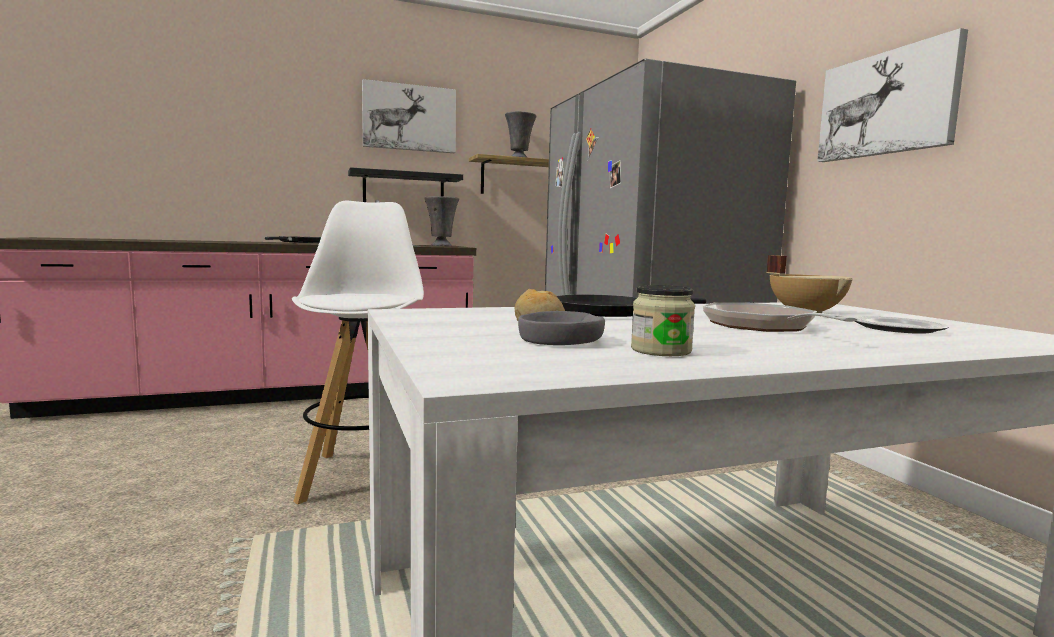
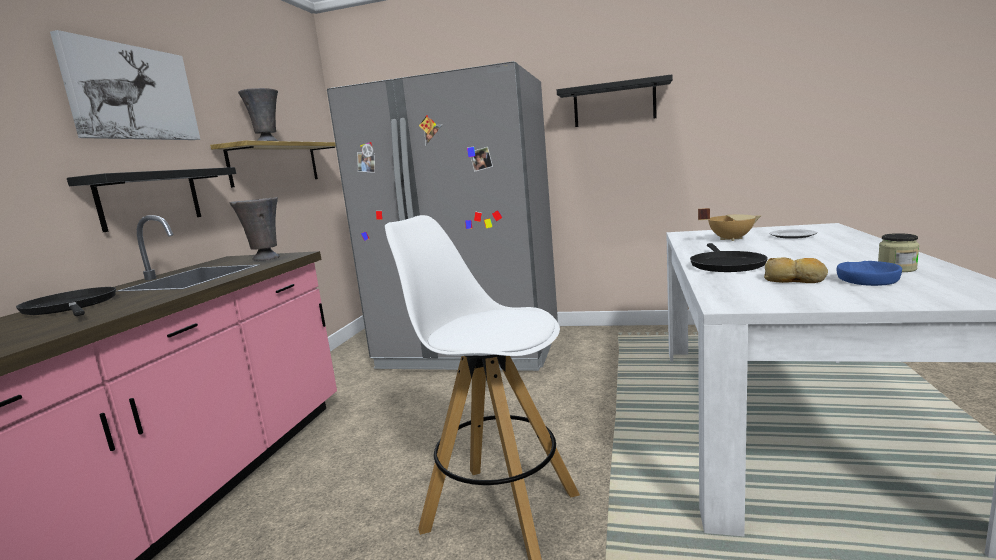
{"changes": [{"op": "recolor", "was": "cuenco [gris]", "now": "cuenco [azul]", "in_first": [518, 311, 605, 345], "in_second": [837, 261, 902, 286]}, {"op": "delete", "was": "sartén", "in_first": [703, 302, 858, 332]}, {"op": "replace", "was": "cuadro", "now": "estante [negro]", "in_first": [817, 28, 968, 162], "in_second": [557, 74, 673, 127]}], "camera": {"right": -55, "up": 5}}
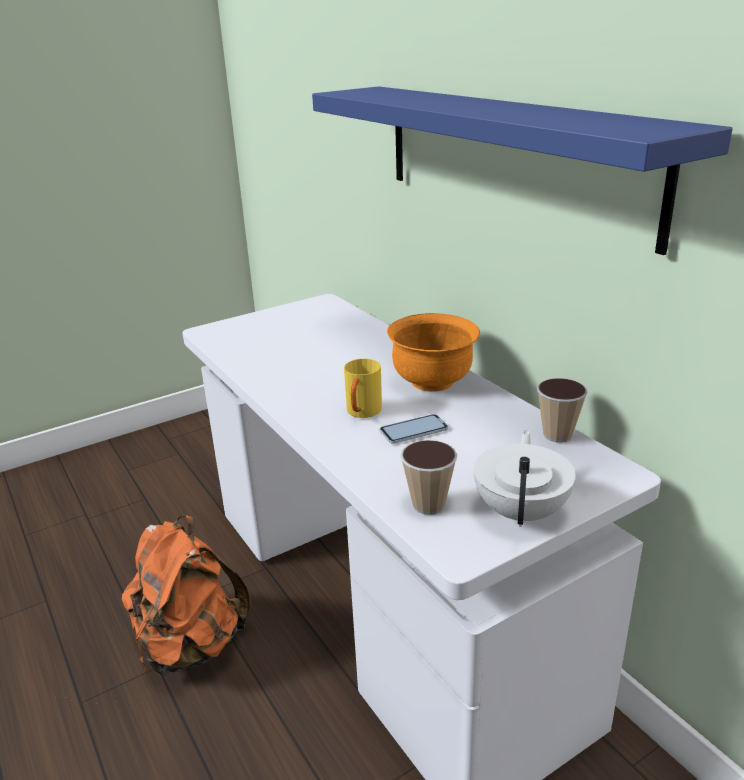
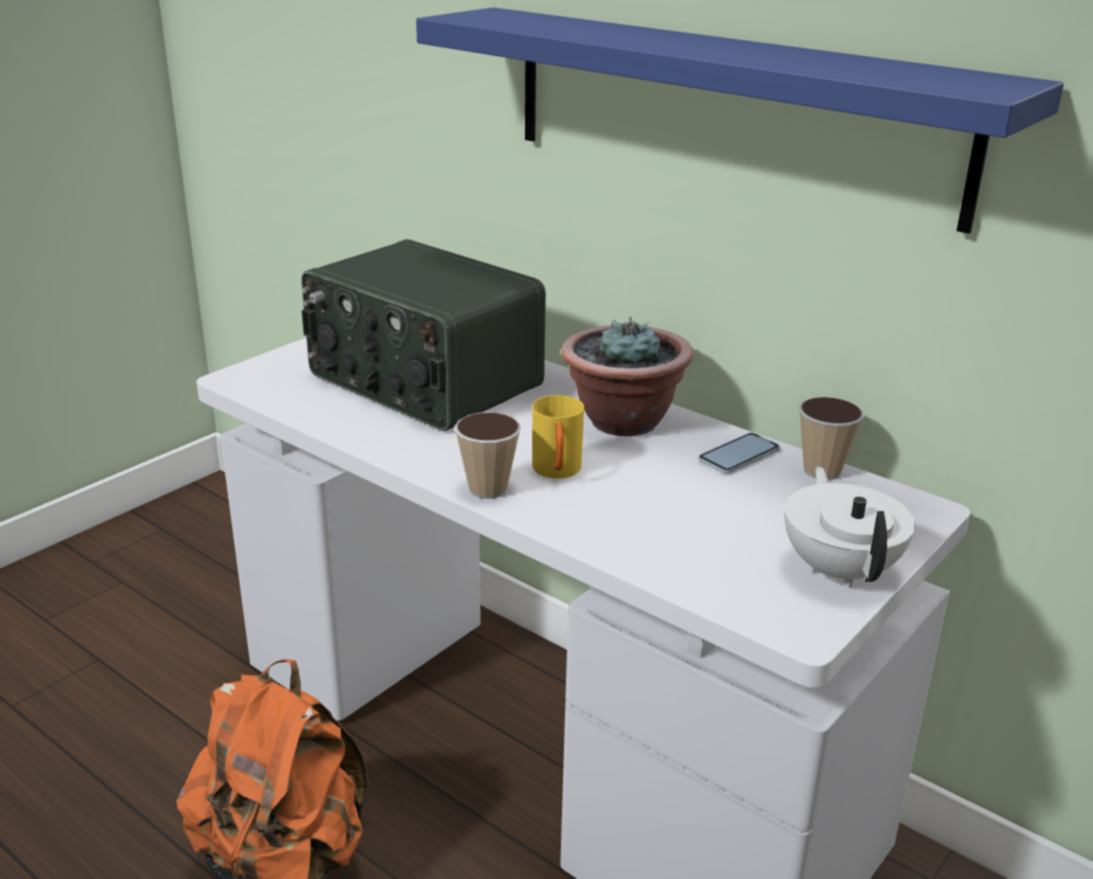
{"changes": [{"op": "move", "was": "móvil", "in_first": [380, 414, 448, 444], "in_second": [698, 433, 780, 474]}, {"op": "replace", "was": "cuenco [naranja]", "now": "planta en maceta", "in_first": [387, 313, 480, 392], "in_second": [561, 317, 693, 436]}, {"op": "move", "was": "taza", "in_first": [400, 440, 458, 515], "in_second": [455, 412, 521, 499]}, {"op": "insert", "now": "radio", "in_second": [301, 239, 546, 431]}], "camera": {"right": -20, "up": 0}}
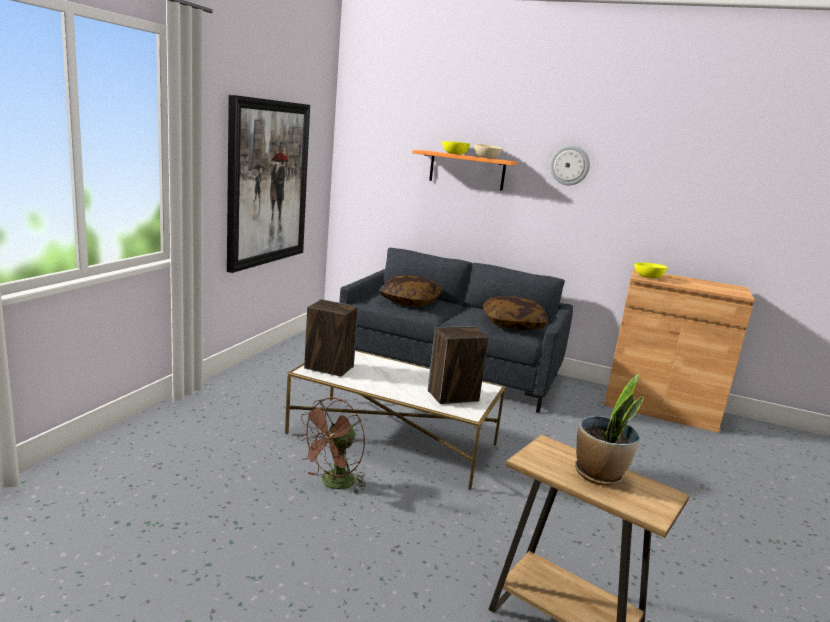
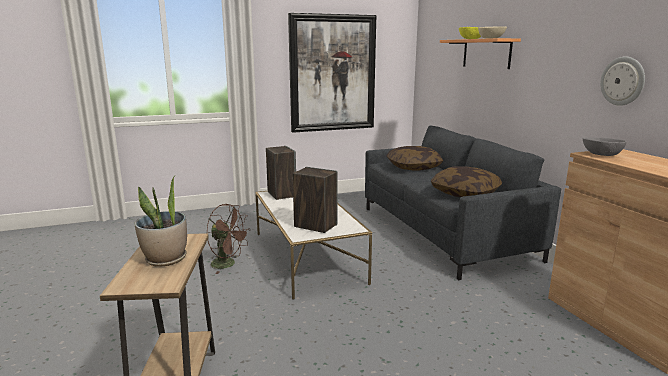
{"changes": [{"op": "rotate", "was": "ventilador [marrón]", "in_first": [297, 397, 366, 494], "in_second": [207, 204, 251, 274], "clockwise": -150}, {"op": "move", "was": "reloj de pared", "in_first": [550, 145, 590, 185], "in_second": [600, 56, 645, 106]}, {"op": "recolor", "was": "cuenco [amarillo]", "now": "cuenco [gris]", "in_first": [634, 262, 668, 278], "in_second": [583, 137, 627, 156]}], "camera": {"right": 50, "up": 0}}
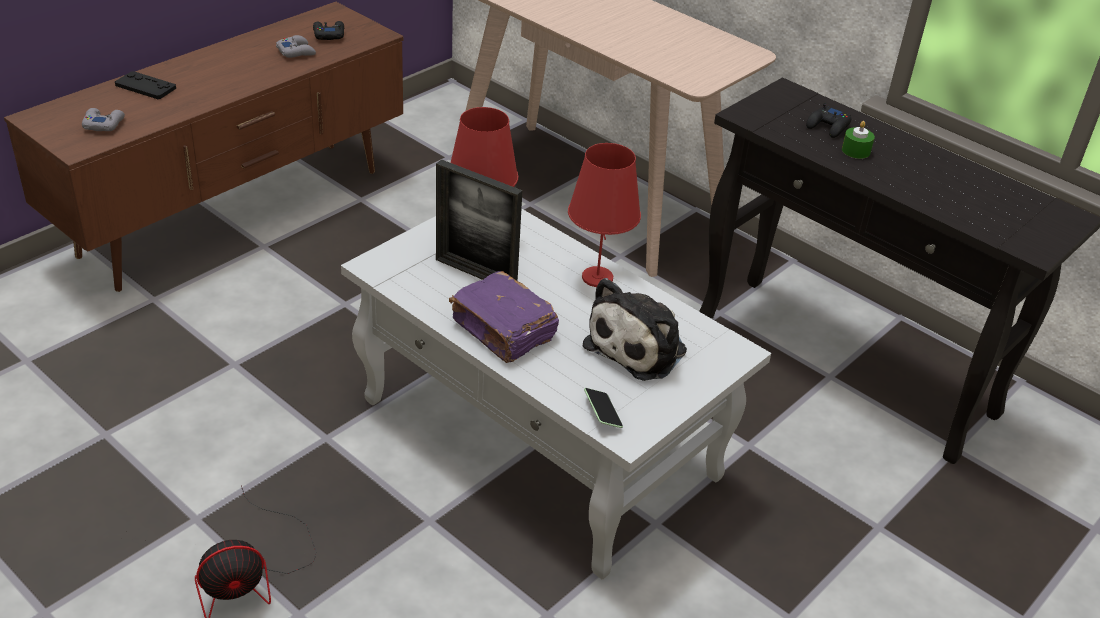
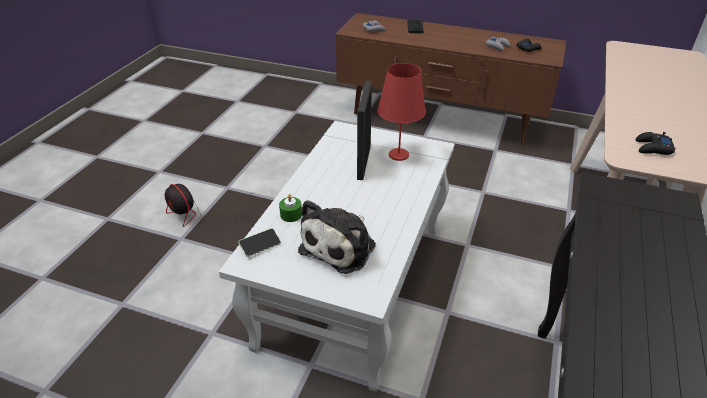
{"changes": [{"op": "delete", "was": "libro [morado]", "in_first": [449, 271, 559, 363]}, {"op": "delete", "was": "lámpara de mesa [rojo]", "in_first": [568, 143, 641, 287]}, {"op": "rotate", "was": "peluche", "in_first": [583, 278, 687, 381], "in_second": [298, 200, 376, 274], "clockwise": -75}, {"op": "move", "was": "mando de consola [negro]", "in_first": [806, 103, 851, 138], "in_second": [636, 132, 676, 155]}, {"op": "move", "was": "vela [verde]", "in_first": [842, 121, 875, 159], "in_second": [279, 194, 302, 222]}], "camera": {"right": 70, "up": 0}}
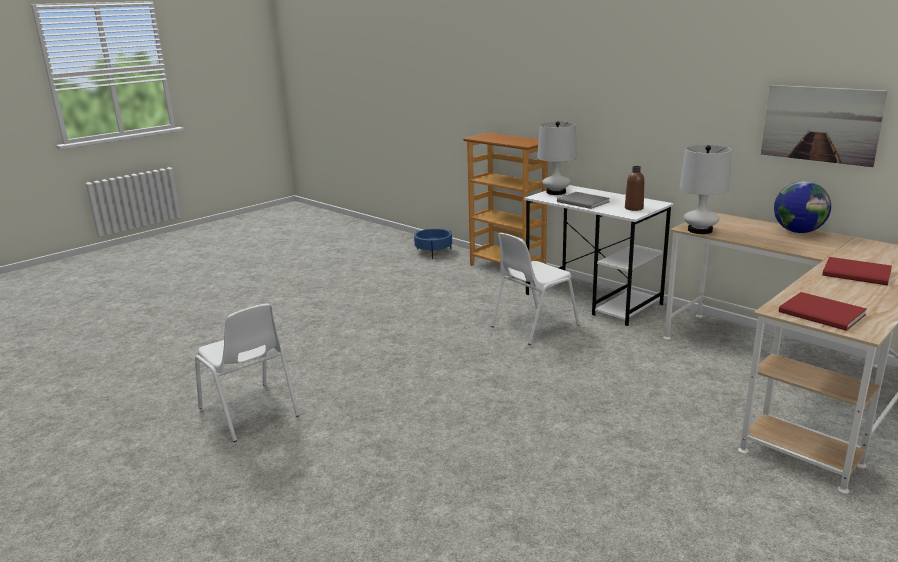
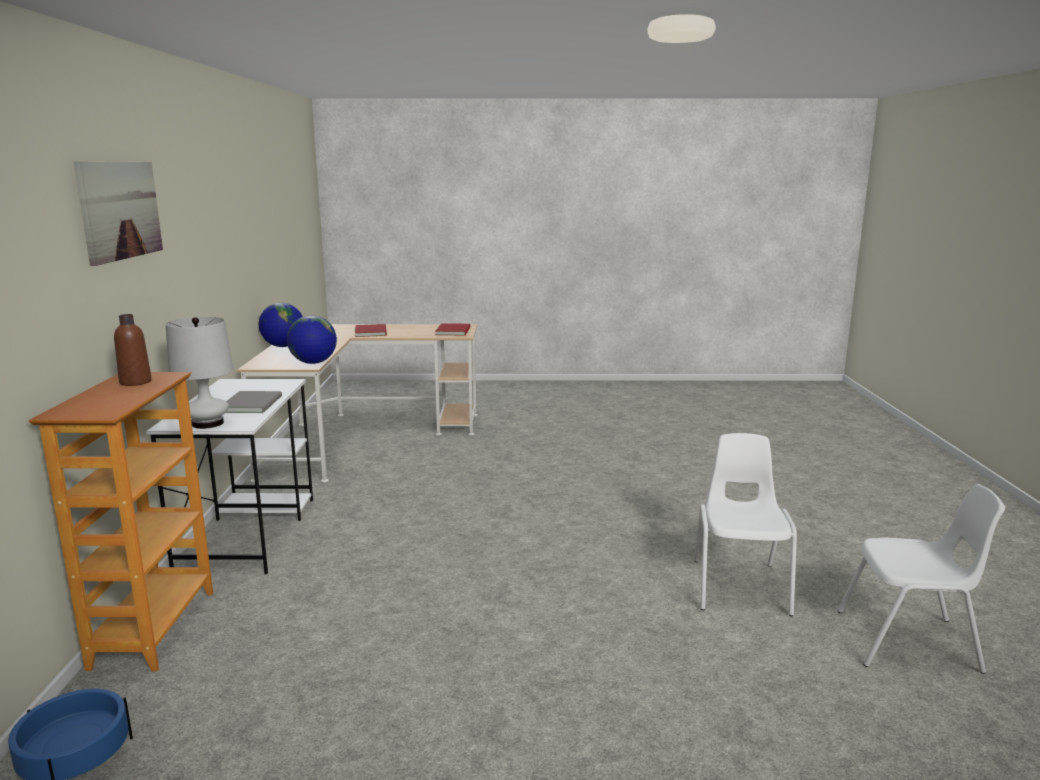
{"changes": [{"op": "move", "was": "silla [blanco]", "in_first": [491, 233, 580, 345], "in_second": [837, 484, 1005, 674]}, {"op": "move", "was": "botella [marrón]", "in_first": [625, 166, 644, 211], "in_second": [114, 314, 152, 386]}, {"op": "replace", "was": "lámpara de mesa [blanco]", "now": "globo terráqueo", "in_first": [679, 145, 731, 234], "in_second": [287, 315, 337, 364]}, {"op": "move", "was": "cuadro", "in_first": [761, 85, 888, 167], "in_second": [74, 161, 163, 266]}], "camera": {"right": -135, "up": -5}}
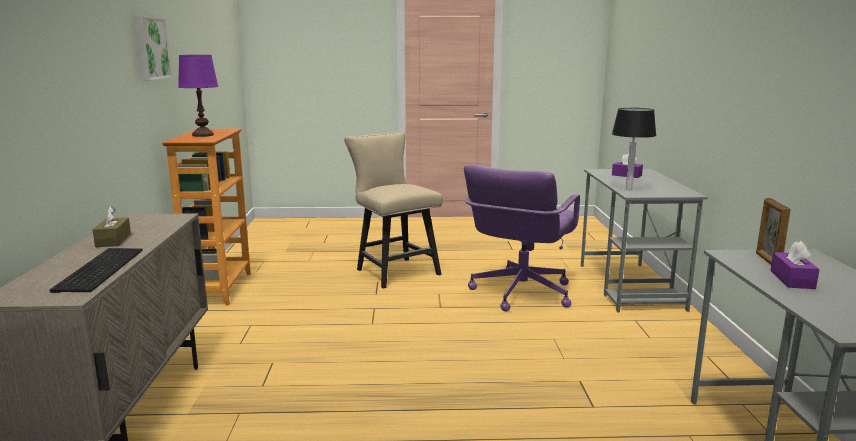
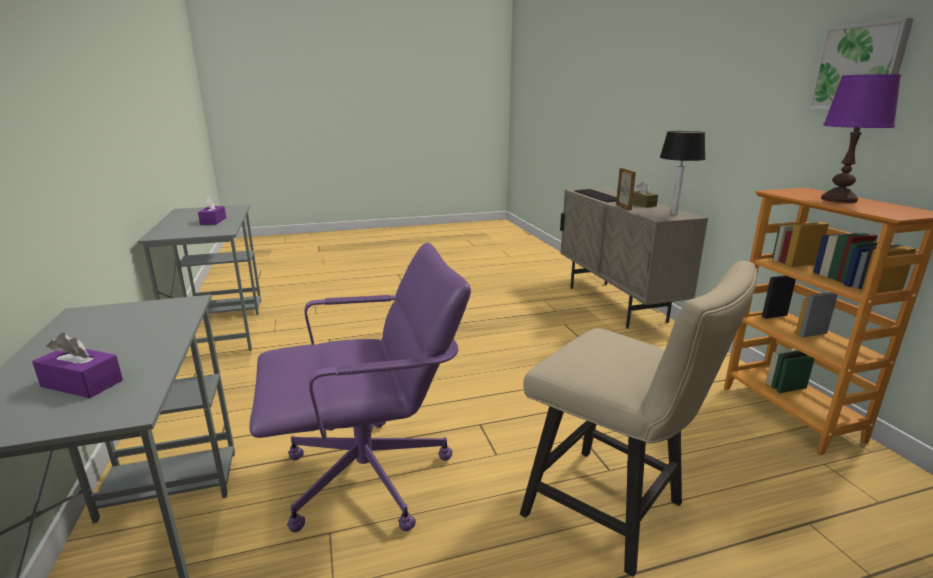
{"changes": [{"op": "rotate", "was": "silla de oficina [morado]", "in_first": [464, 165, 580, 311], "in_second": [249, 242, 471, 532], "clockwise": 60}, {"op": "move", "was": "lámpara de mesa", "in_first": [612, 108, 656, 190], "in_second": [660, 131, 706, 215]}, {"op": "move", "was": "portarretratos", "in_first": [756, 198, 790, 264], "in_second": [616, 168, 636, 210]}], "camera": {"right": 165, "up": 5}}
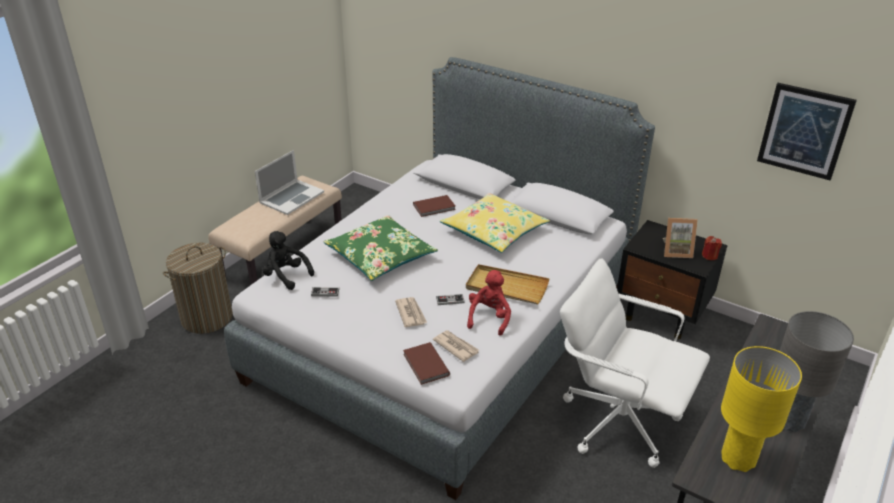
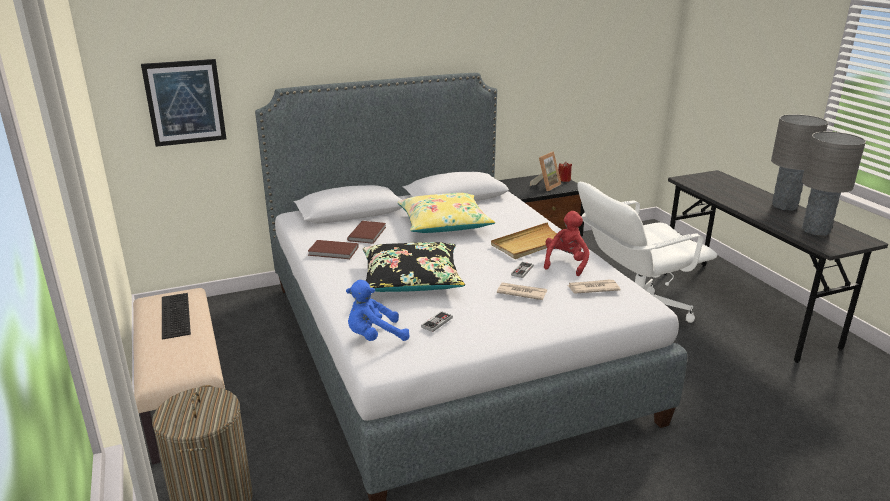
{"changes": [{"op": "replace", "was": "portátil", "now": "teclado", "in_first": [255, 150, 324, 215], "in_second": [162, 293, 191, 340]}, {"op": "recolor", "was": "peluche [negro]", "now": "peluche [azul]", "in_first": [262, 231, 314, 290], "in_second": [346, 280, 410, 341]}, {"op": "recolor", "was": "cojín [verde]", "now": "cojín [negro]", "in_first": [323, 215, 438, 281], "in_second": [363, 242, 465, 292]}, {"op": "move", "was": "libro [marrón]", "in_first": [403, 342, 450, 385], "in_second": [308, 240, 359, 259]}, {"op": "rotate", "was": "peluche [rojo]", "in_first": [467, 270, 511, 336], "in_second": [544, 211, 590, 276], "clockwise": 60}, {"op": "recolor", "was": "lámpara de mesa [amarillo]", "now": "lámpara de mesa [gris]", "in_first": [721, 346, 802, 472], "in_second": [802, 131, 866, 236]}, {"op": "move", "was": "cuadro", "in_first": [757, 83, 857, 180], "in_second": [141, 59, 226, 147]}], "camera": {"right": -55, "up": -10}}
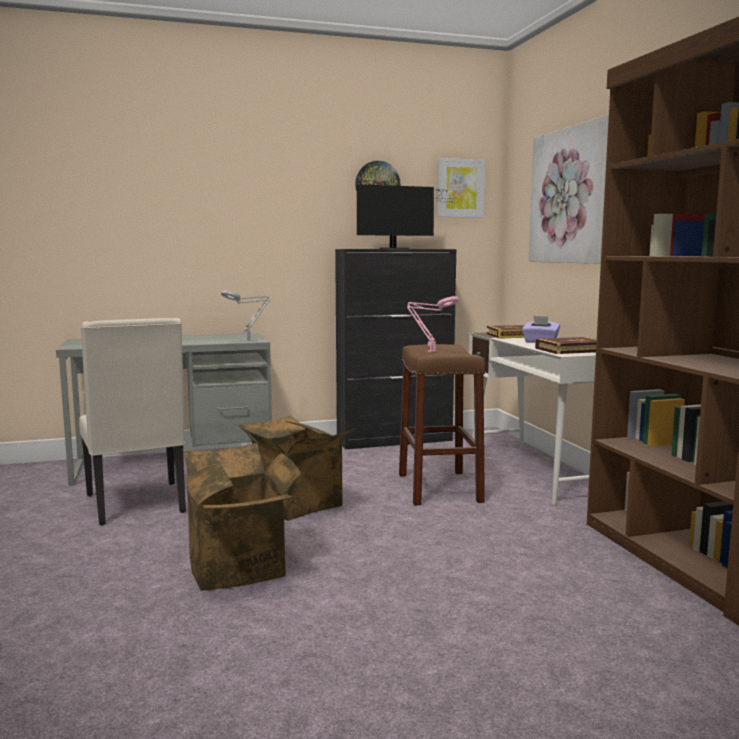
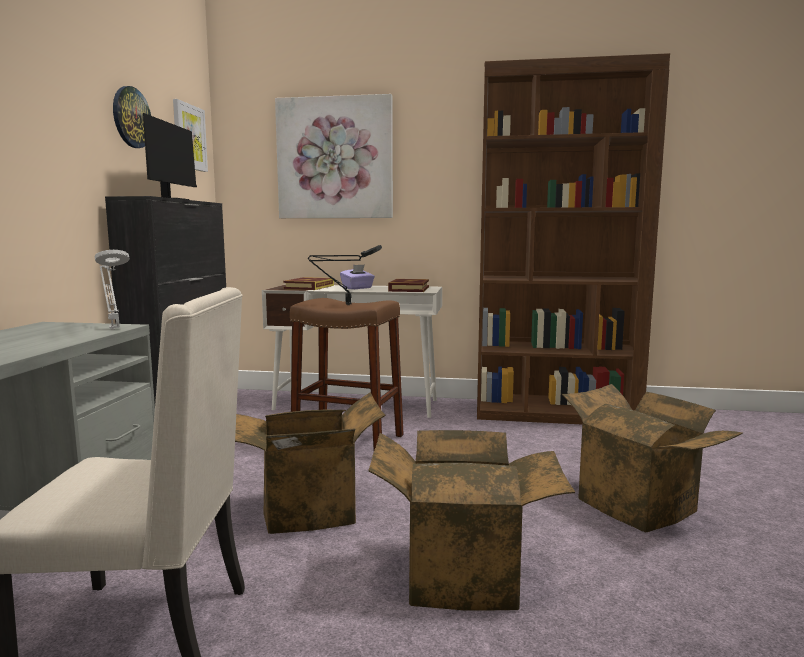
{"changes": [{"op": "recolor", "was": "lámpara de mesa [rosa]", "now": "lámpara de mesa [negro]", "in_first": [407, 296, 459, 353], "in_second": [308, 245, 382, 305]}, {"op": "insert", "now": "caja de cartón", "in_second": [562, 384, 743, 533]}], "camera": {"right": -65, "up": 0}}
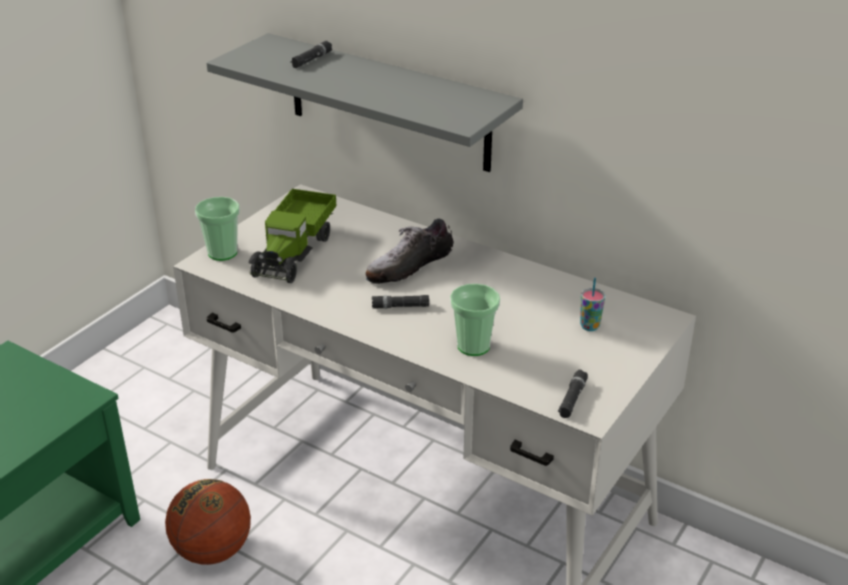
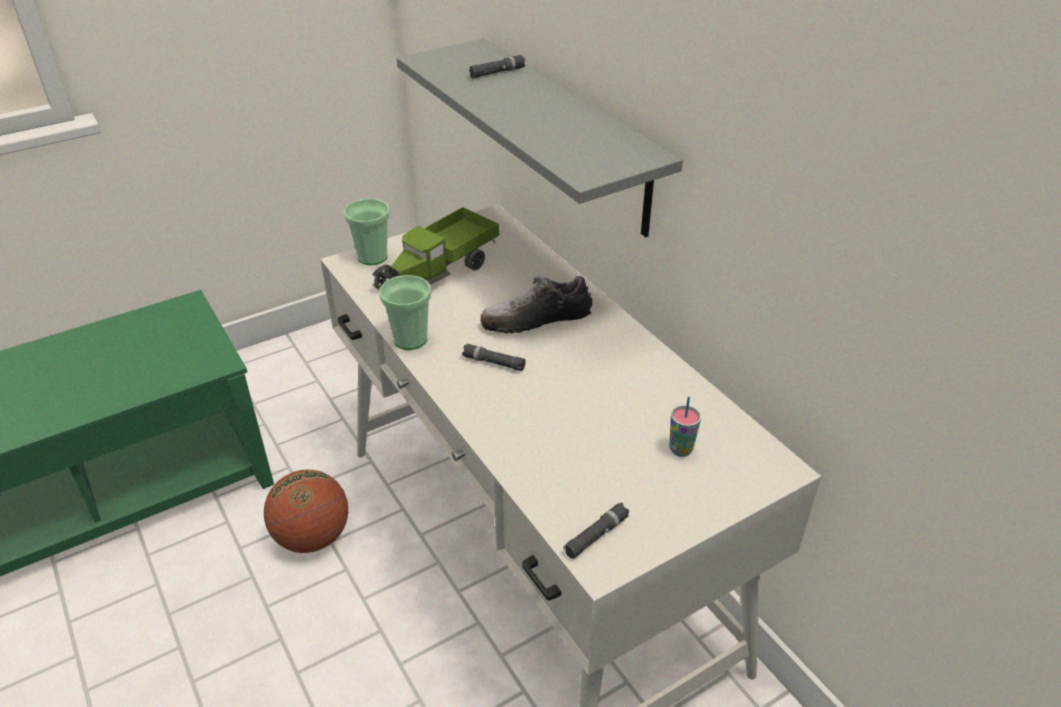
{"changes": [{"op": "move", "was": "taza", "in_first": [450, 284, 500, 356], "in_second": [379, 275, 431, 350]}], "camera": {"right": 25, "up": 5}}
